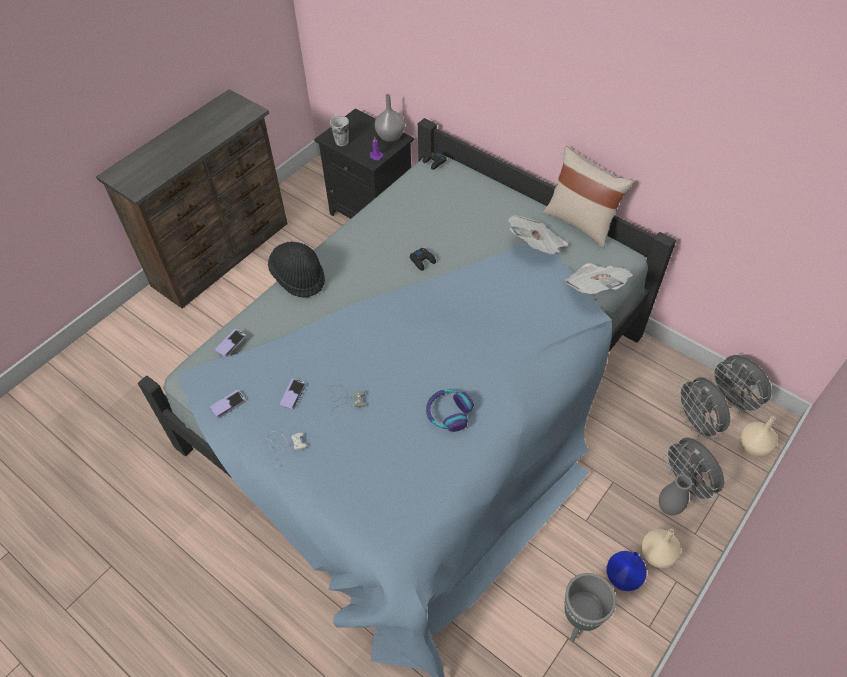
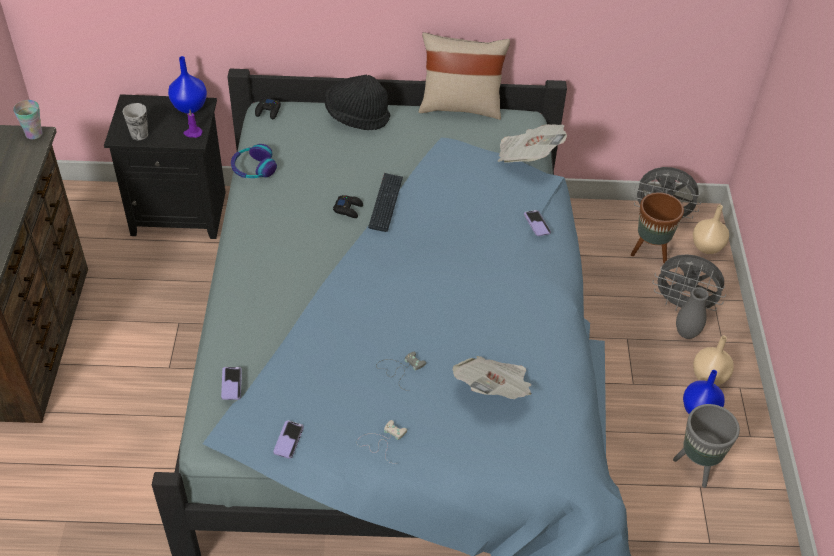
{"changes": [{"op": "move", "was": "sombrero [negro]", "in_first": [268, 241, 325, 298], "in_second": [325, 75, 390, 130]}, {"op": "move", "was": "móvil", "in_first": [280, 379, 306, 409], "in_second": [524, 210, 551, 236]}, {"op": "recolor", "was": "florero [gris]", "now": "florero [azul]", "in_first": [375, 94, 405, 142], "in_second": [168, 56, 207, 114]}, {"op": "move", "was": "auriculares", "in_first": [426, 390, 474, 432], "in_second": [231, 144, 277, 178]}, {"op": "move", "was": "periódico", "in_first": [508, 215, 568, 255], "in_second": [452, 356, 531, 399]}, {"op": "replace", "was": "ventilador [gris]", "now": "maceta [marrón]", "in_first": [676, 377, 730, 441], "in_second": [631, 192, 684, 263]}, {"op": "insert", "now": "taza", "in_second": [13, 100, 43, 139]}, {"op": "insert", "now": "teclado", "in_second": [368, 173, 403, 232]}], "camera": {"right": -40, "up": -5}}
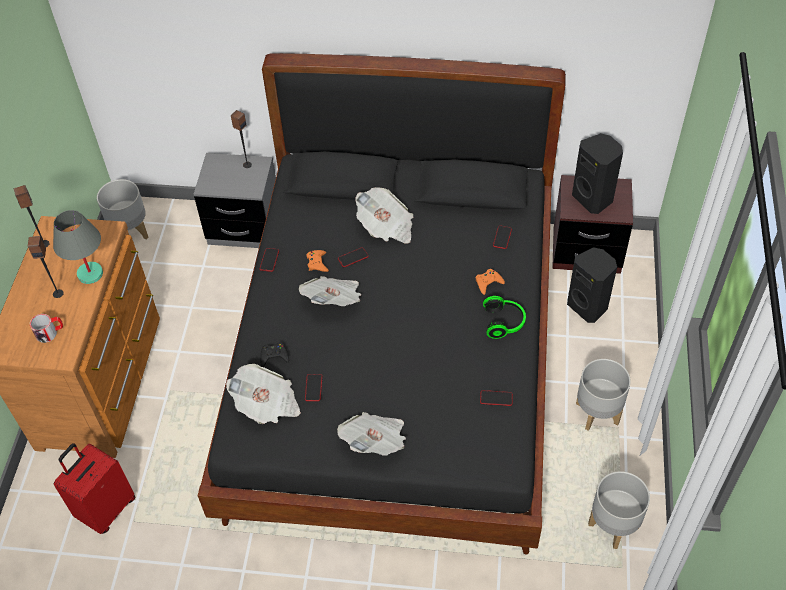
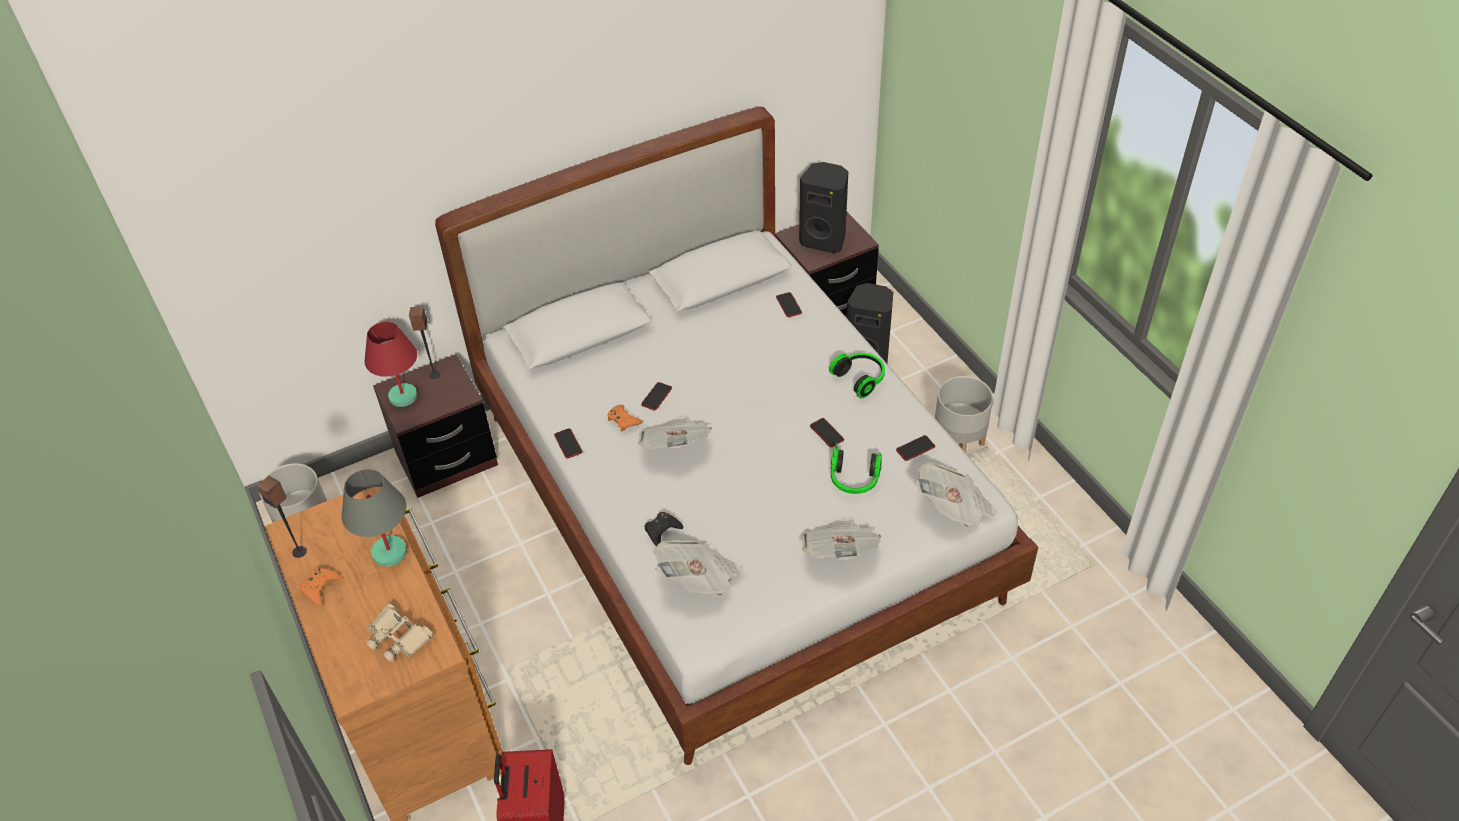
{"changes": [{"op": "delete", "was": "altavoz", "in_first": [28, 236, 64, 298]}, {"op": "replace", "was": "taza grande", "now": "prismáticos [beis]", "in_first": [30, 314, 63, 343], "in_second": [366, 603, 434, 662]}, {"op": "recolor", "was": "mesita de noche [gris]", "now": "mesita de noche [marrón]", "in_first": [194, 153, 276, 248], "in_second": [373, 354, 498, 498]}, {"op": "recolor", "was": "cama [negro]", "now": "cama [blanco]", "in_first": [198, 53, 566, 555], "in_second": [435, 106, 1038, 765]}, {"op": "move", "was": "móvil", "in_first": [305, 374, 322, 401], "in_second": [810, 418, 844, 447]}, {"op": "move", "was": "periódico", "in_first": [355, 187, 413, 244], "in_second": [915, 462, 997, 526]}, {"op": "move", "was": "mando de consola [naranja]", "in_first": [476, 269, 505, 295], "in_second": [299, 568, 342, 606]}, {"op": "delete", "was": "maceta [gris]", "in_first": [588, 471, 650, 549]}, {"op": "insert", "now": "lámpara de mesa [rojo]", "in_second": [364, 322, 417, 407]}, {"op": "insert", "now": "auriculares", "in_second": [831, 443, 882, 494]}], "camera": {"right": -35, "up": -5}}
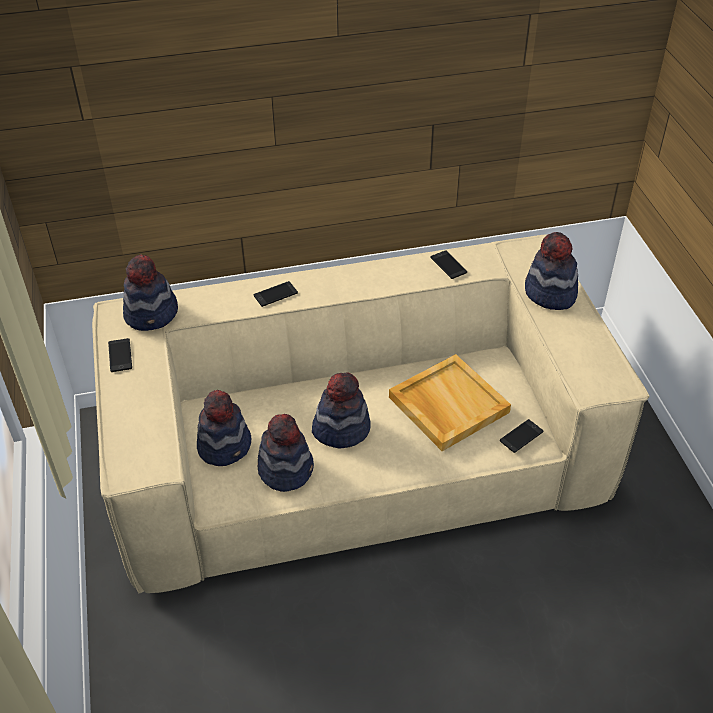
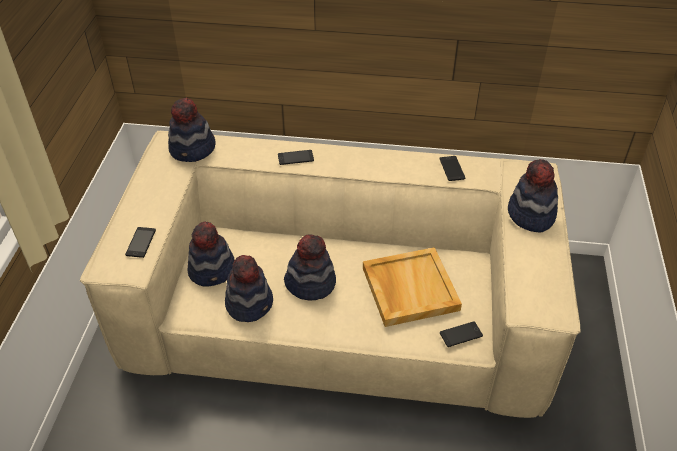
{"changes": [{"op": "move", "was": "móvil", "in_first": [108, 338, 132, 372], "in_second": [125, 227, 156, 258]}], "camera": {"right": 20, "up": 0}}
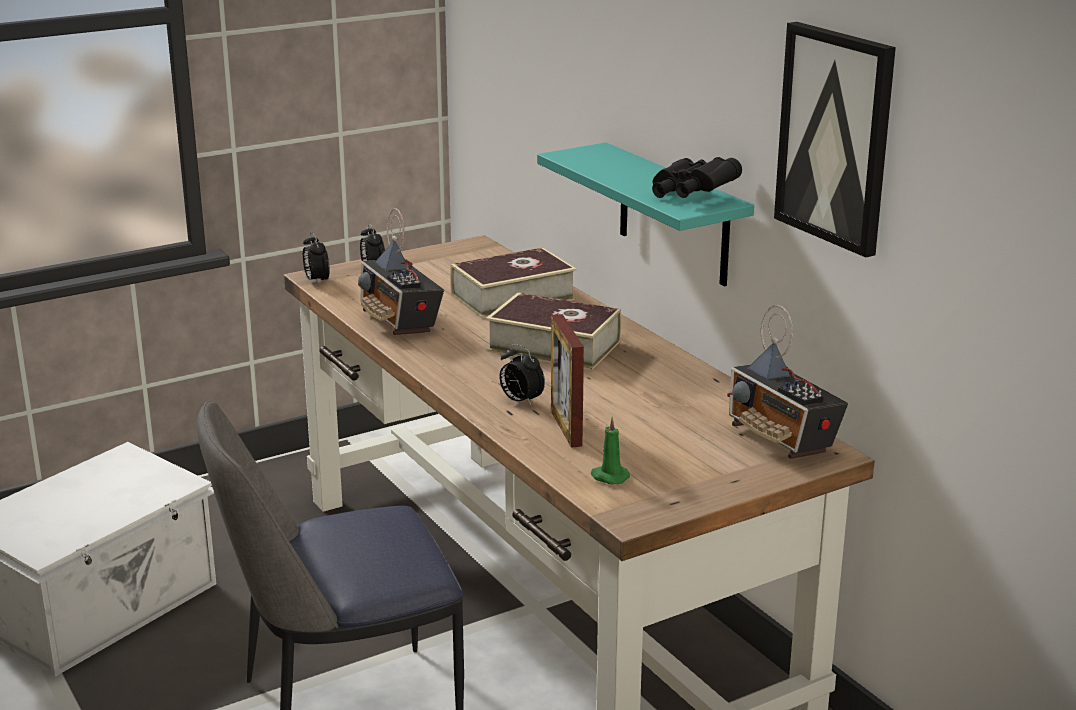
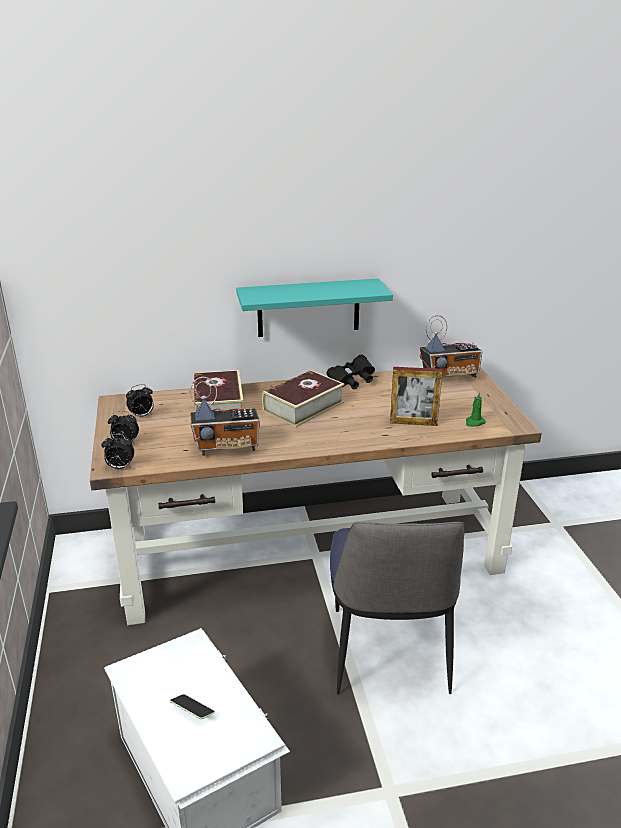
{"changes": [{"op": "move", "was": "despertador", "in_first": [499, 344, 545, 407], "in_second": [126, 384, 154, 417]}, {"op": "move", "was": "prismáticos [negro]", "in_first": [652, 157, 742, 198], "in_second": [326, 355, 375, 389]}, {"op": "delete", "was": "cuadro", "in_first": [774, 22, 896, 257]}, {"op": "insert", "now": "móvil", "in_second": [170, 694, 215, 719]}], "camera": {"right": -70, "up": 5}}
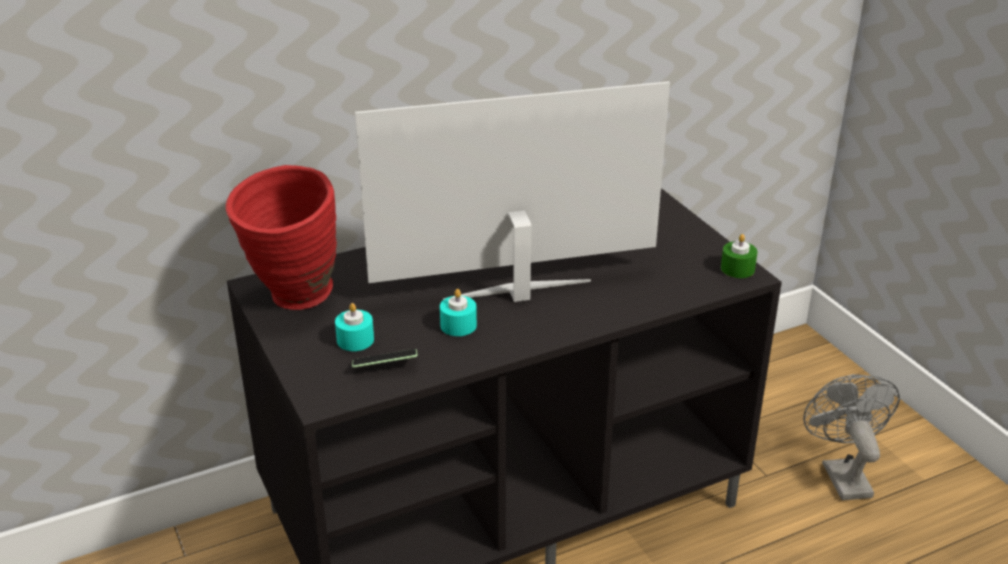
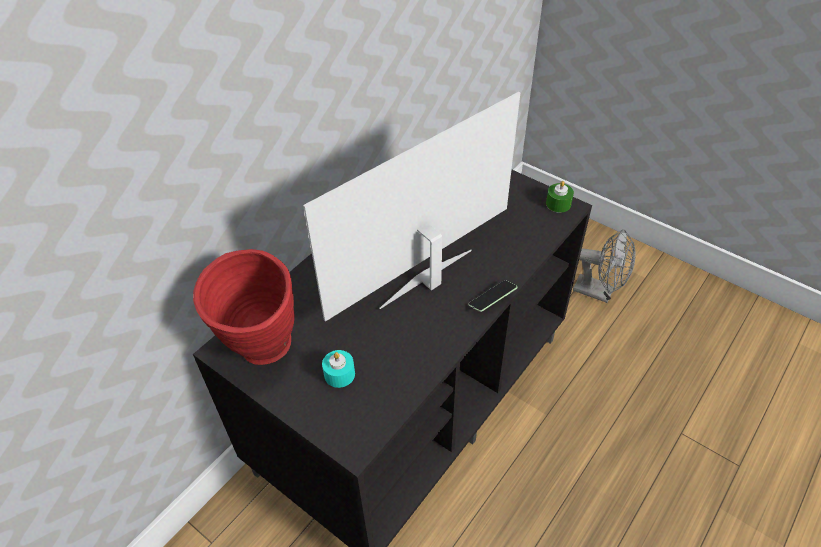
{"changes": [{"op": "move", "was": "móvil", "in_first": [352, 349, 418, 368], "in_second": [468, 280, 518, 312]}, {"op": "delete", "was": "vela [turquesa]", "in_first": [440, 289, 477, 336]}, {"op": "rotate", "was": "ventilador [gris]", "in_first": [803, 374, 900, 500], "in_second": [573, 229, 636, 303], "clockwise": 150}], "camera": {"right": -25, "up": 15}}
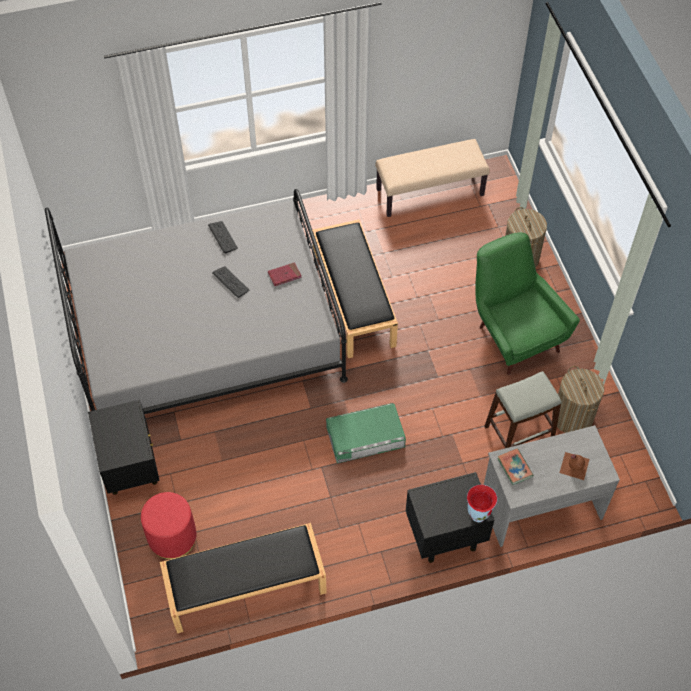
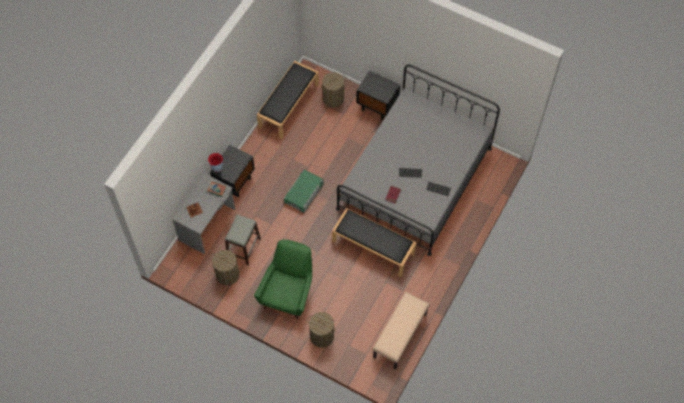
{"changes": [{"op": "replace", "was": "puf [rojo]", "now": "cesto de la ropa", "in_first": [141, 492, 197, 559], "in_second": [321, 72, 346, 108]}, {"op": "rotate", "was": "sillón [verde]", "in_first": [475, 232, 580, 375], "in_second": [254, 239, 312, 319], "clockwise": -90}], "camera": {"right": 135, "up": 5}}
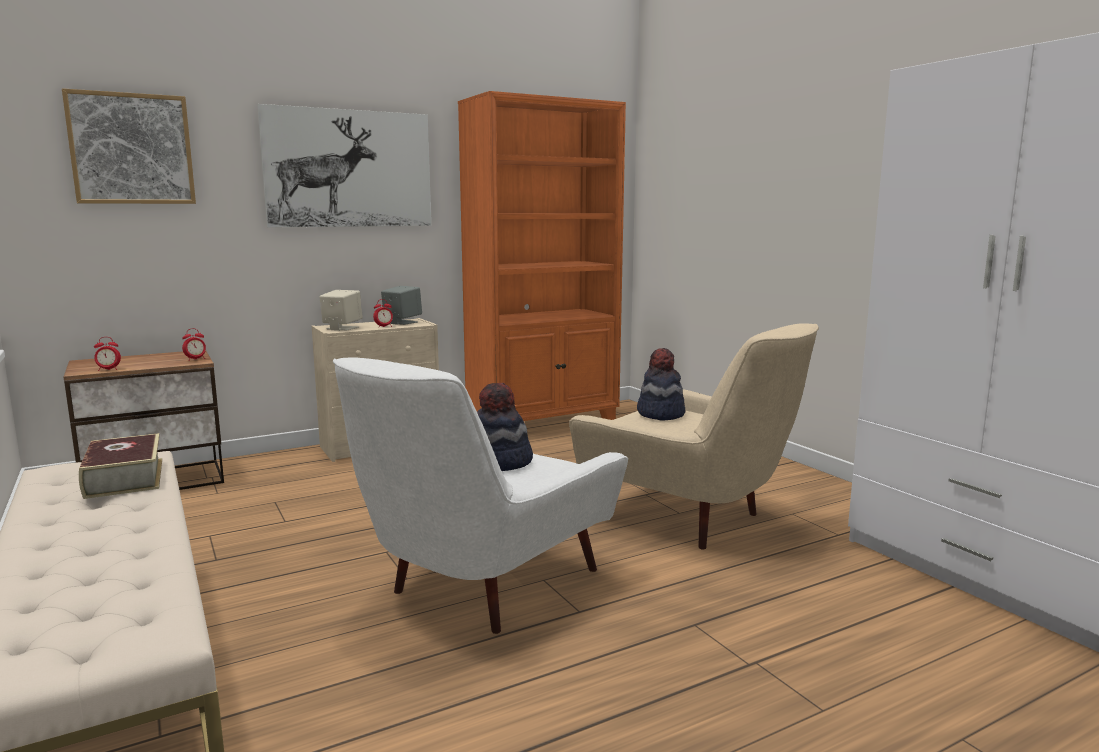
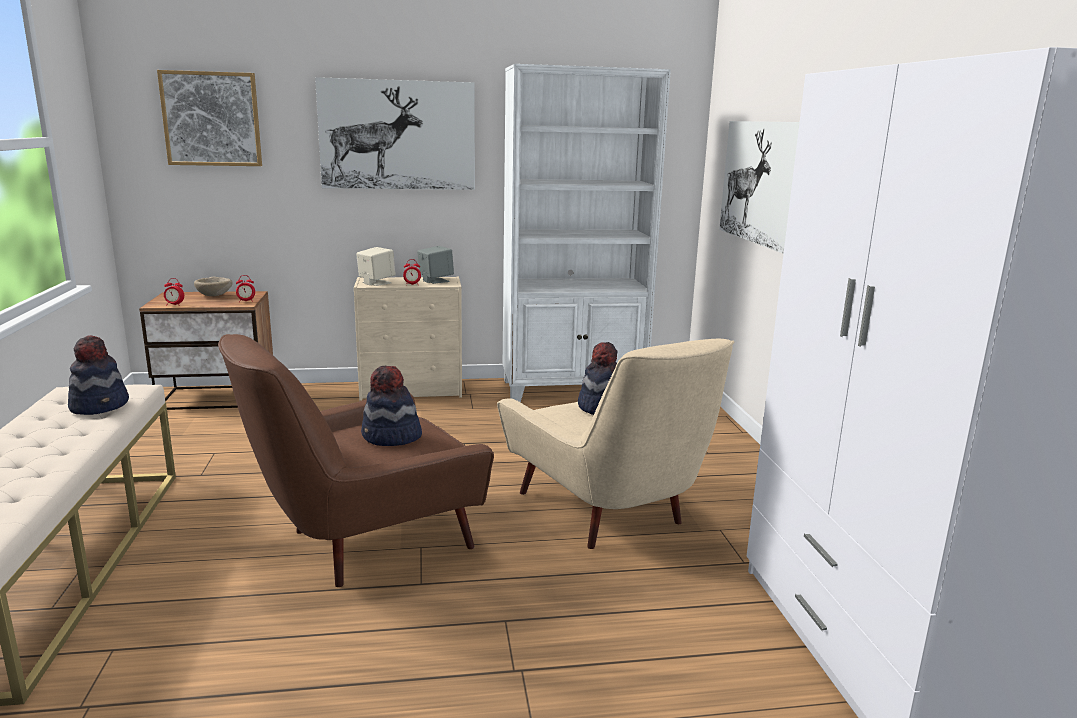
{"changes": [{"op": "replace", "was": "libro", "now": "sombrero", "in_first": [79, 433, 162, 499], "in_second": [68, 335, 129, 415]}, {"op": "recolor", "was": "sillón [blanco]", "now": "sillón [marrón]", "in_first": [332, 357, 628, 634], "in_second": [218, 334, 494, 587]}, {"op": "recolor", "was": "estantería [naranja]", "now": "estantería [blanco]", "in_first": [458, 91, 626, 421], "in_second": [503, 64, 671, 402]}, {"op": "insert", "now": "cuenco [beis]", "in_second": [194, 277, 233, 296]}, {"op": "insert", "now": "cuadro", "in_second": [719, 121, 800, 254]}], "camera": {"right": 20, "up": 5}}
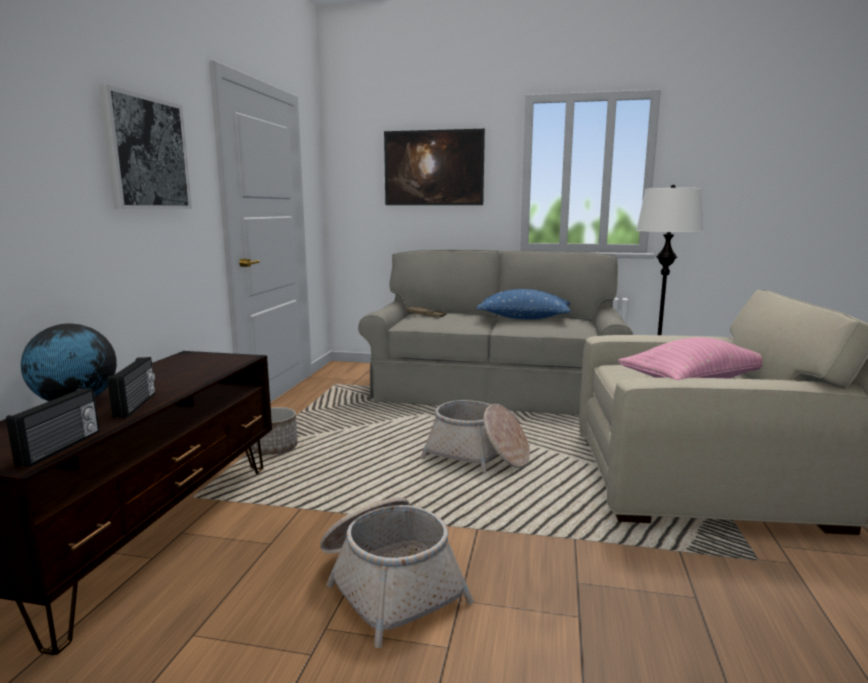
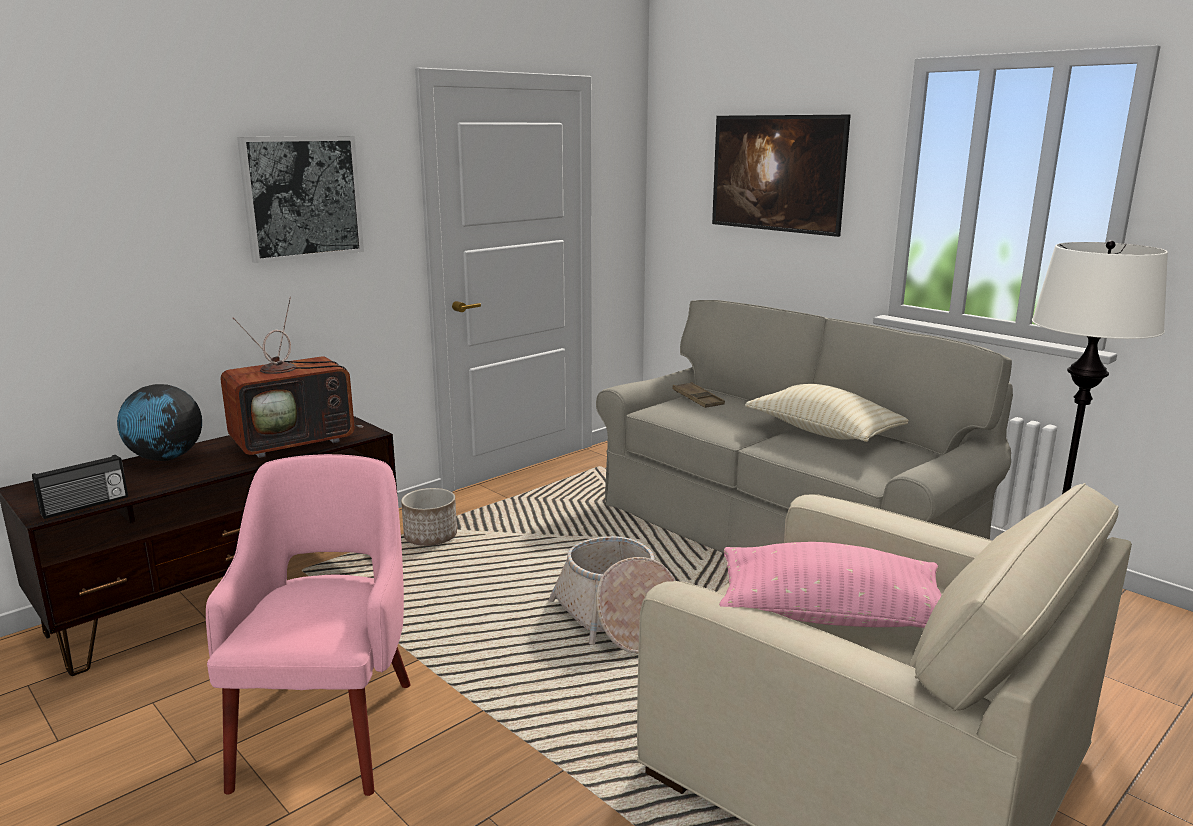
{"changes": [{"op": "delete", "was": "radio", "in_first": [107, 357, 155, 418]}, {"op": "replace", "was": "cesta", "now": "sillón [rosa]", "in_first": [320, 497, 474, 648], "in_second": [206, 454, 411, 796]}, {"op": "recolor", "was": "cojín [azul]", "now": "cojín [beis]", "in_first": [476, 289, 571, 320], "in_second": [745, 384, 909, 442]}, {"op": "insert", "now": "televisor", "in_second": [220, 297, 364, 458]}], "camera": {"right": 35, "up": 5}}
